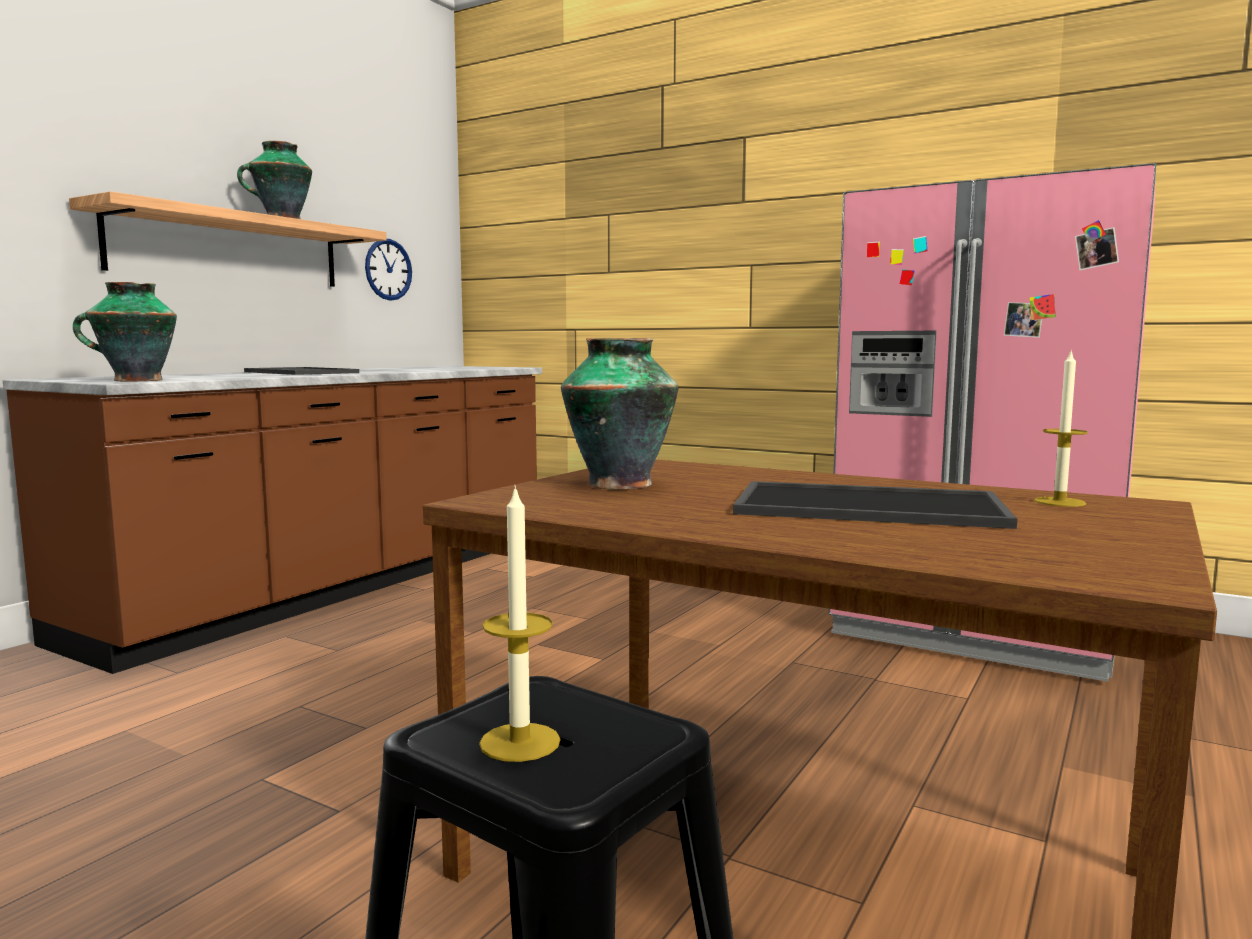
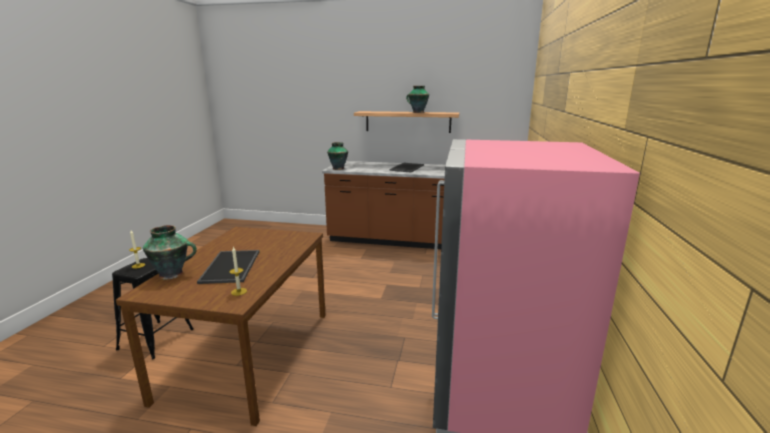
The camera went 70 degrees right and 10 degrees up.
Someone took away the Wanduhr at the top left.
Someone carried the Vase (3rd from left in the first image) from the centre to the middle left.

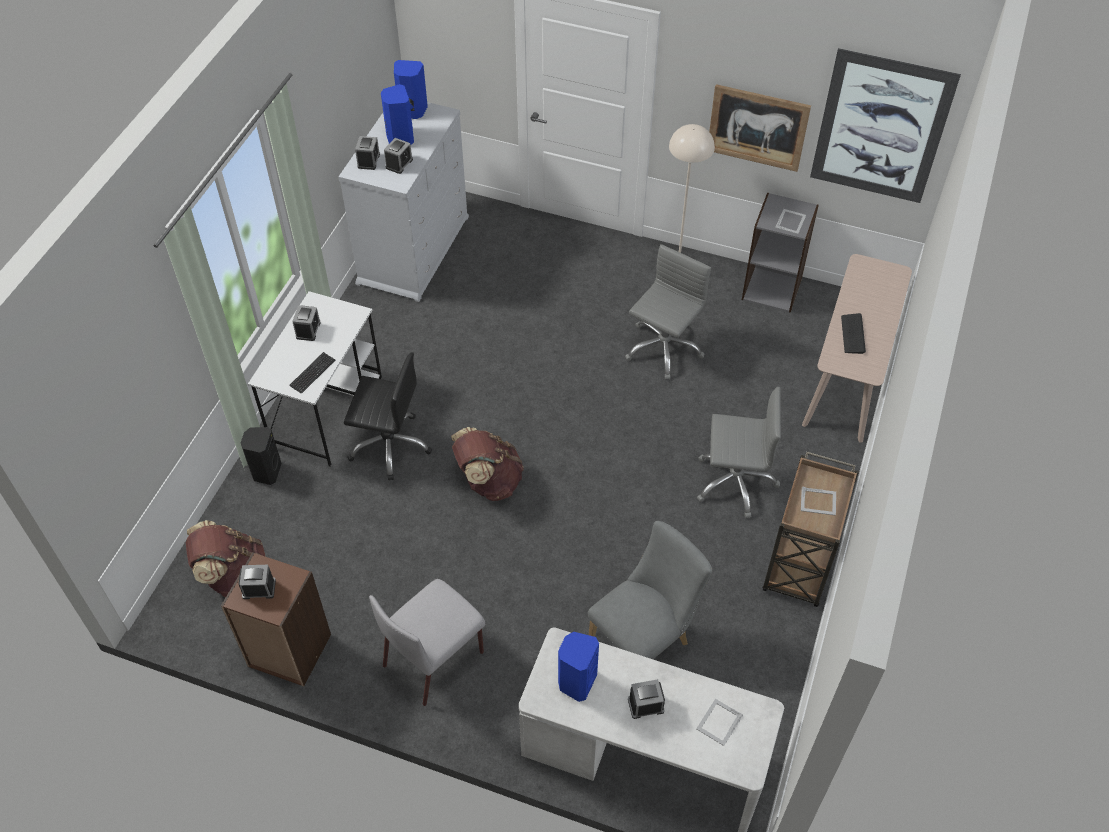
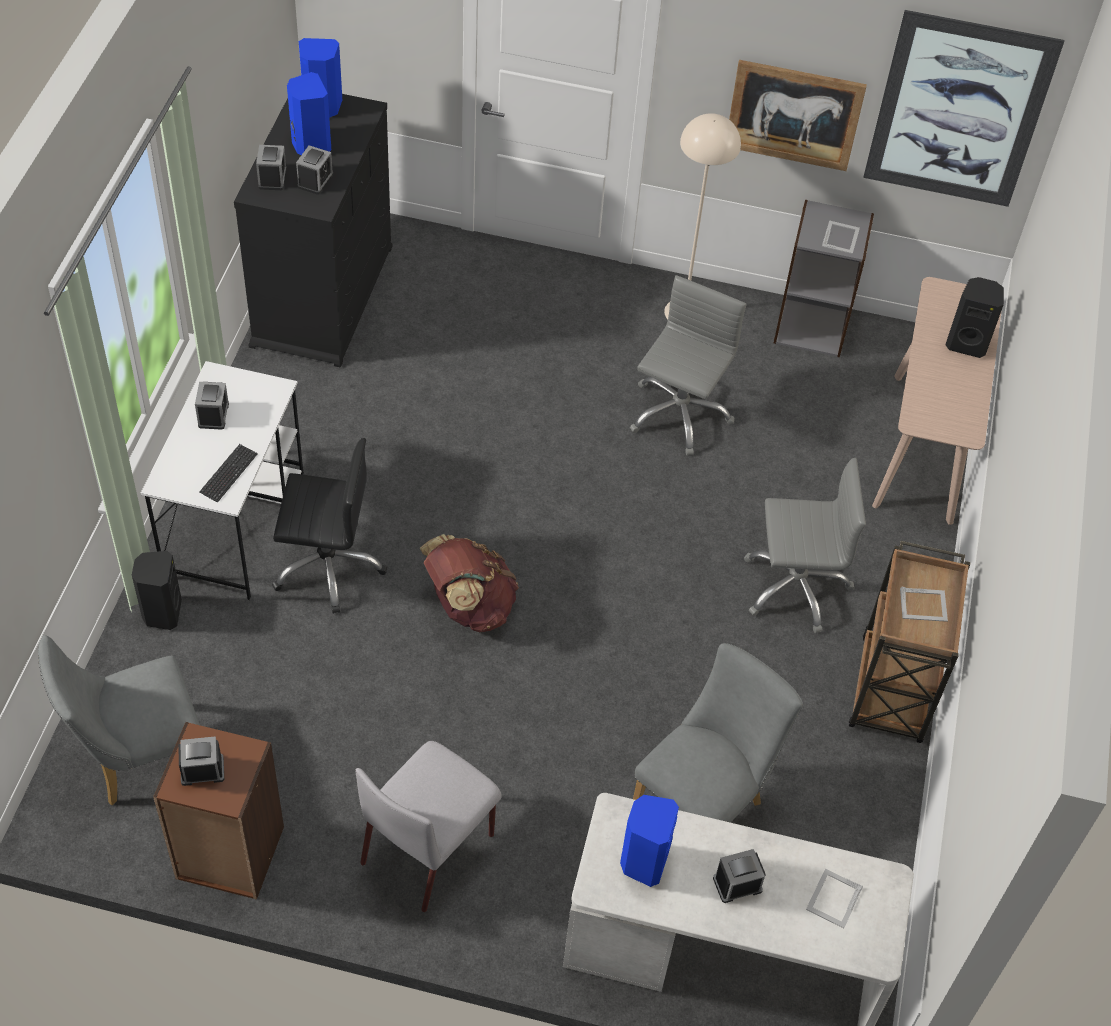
The camera went 10 degrees left and 0 degrees up.
Someone swapped the Rucksack (braun) (1st from left) at the bottom left for the Stuhl (grau) (1st from left) at the bottom left.
Someone repainted the Kommode (weiß) at the top centre, which became the Kommode (schwarz) at the top left.
Someone took away the Tastatur (2nd from left) at the middle right.
Someone put down the Lautsprecher (schwarz) (2nd from left) at the top right.

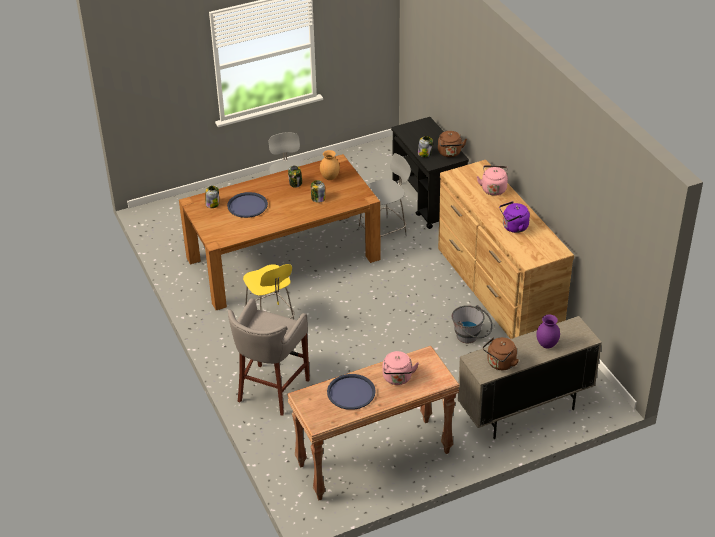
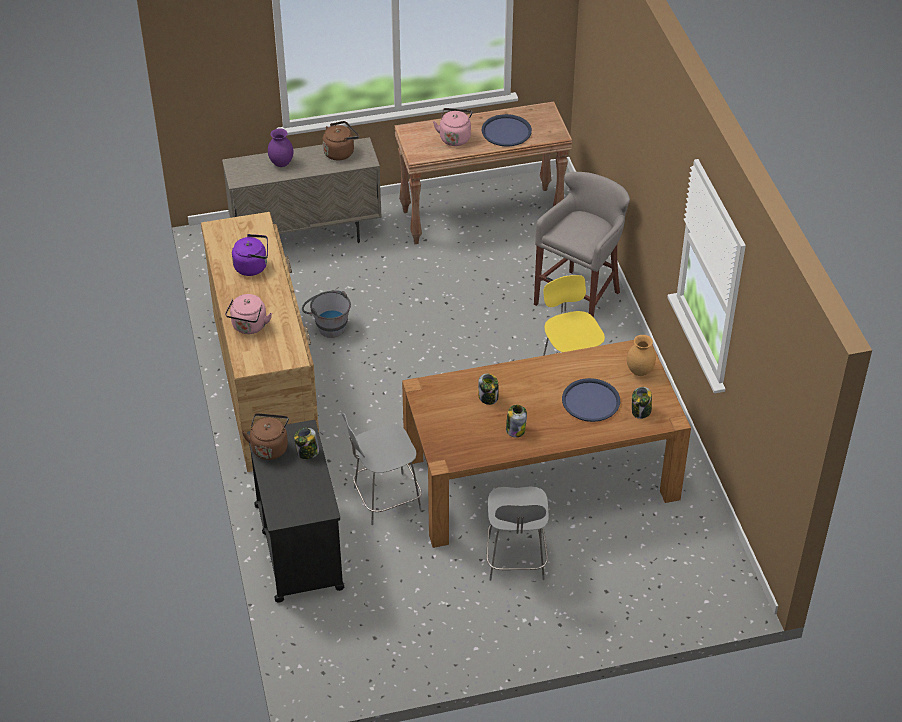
The camera went 170 degrees left and 5 degrees up.
Someone carried the Vase (braun) from the top centre to the middle right.

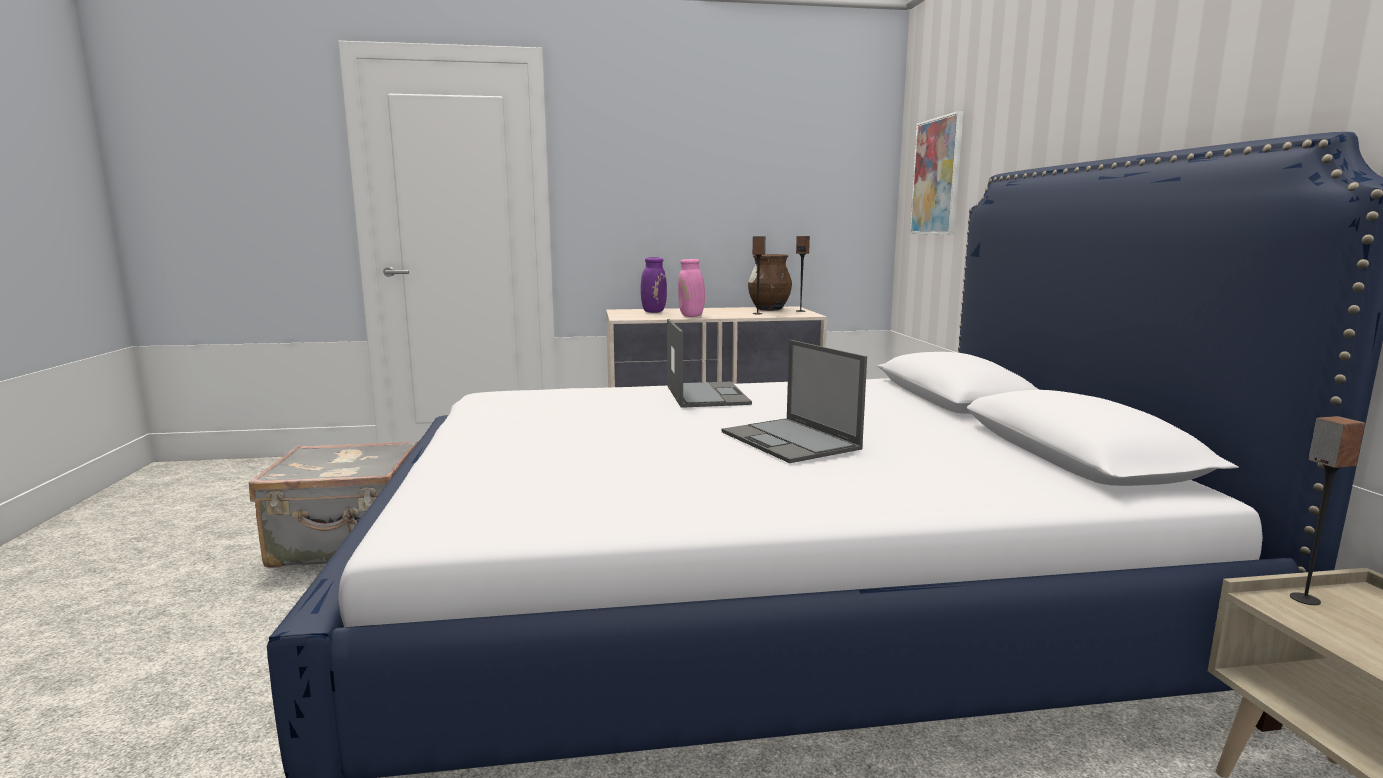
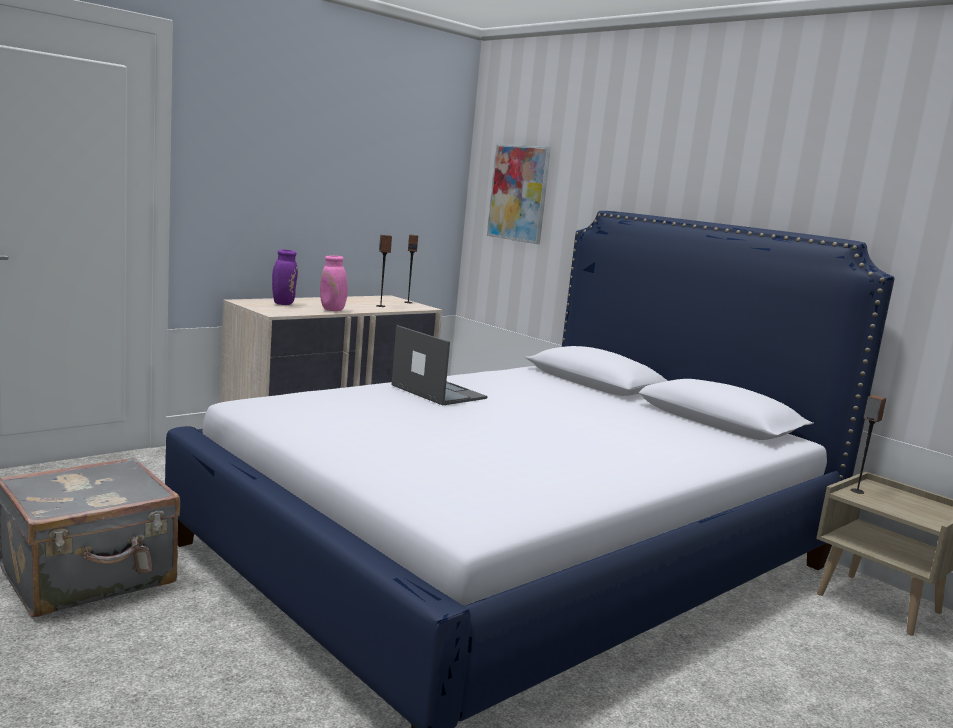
The camera went 35 degrees left and 0 degrees up.
Someone took away the Laptop (2nd from left) at the centre.
Someone took away the Vase (braun) at the centre.

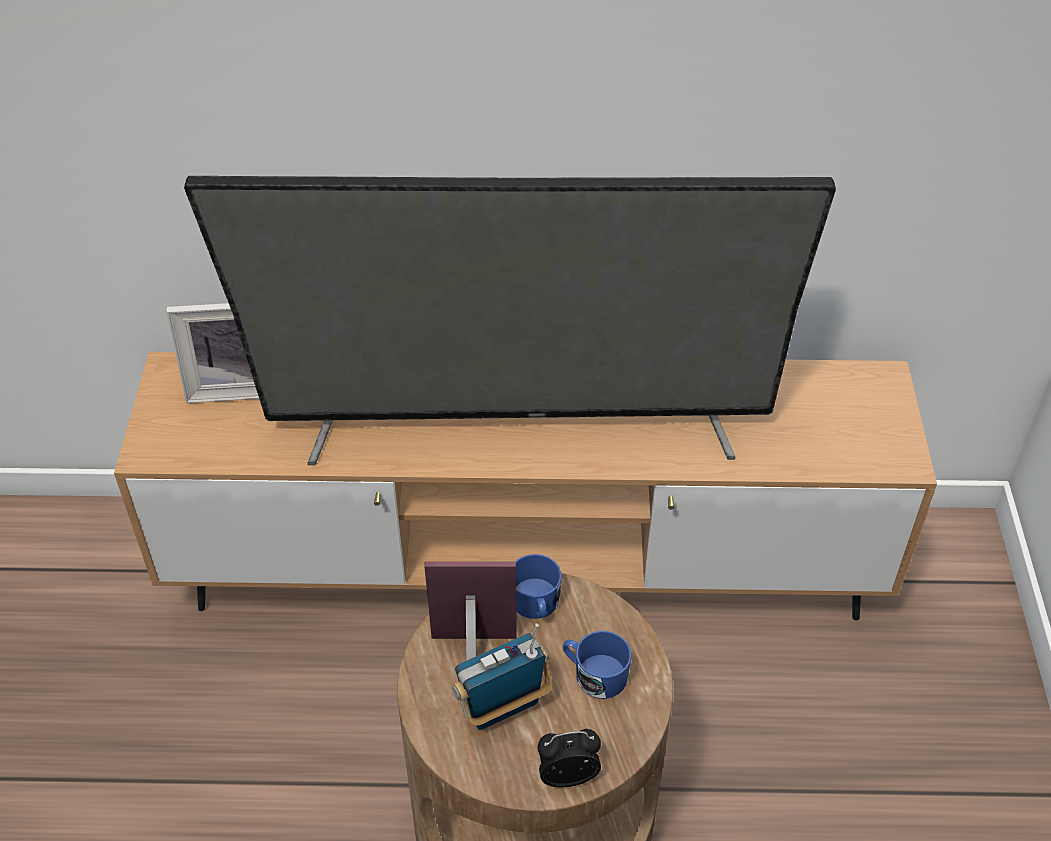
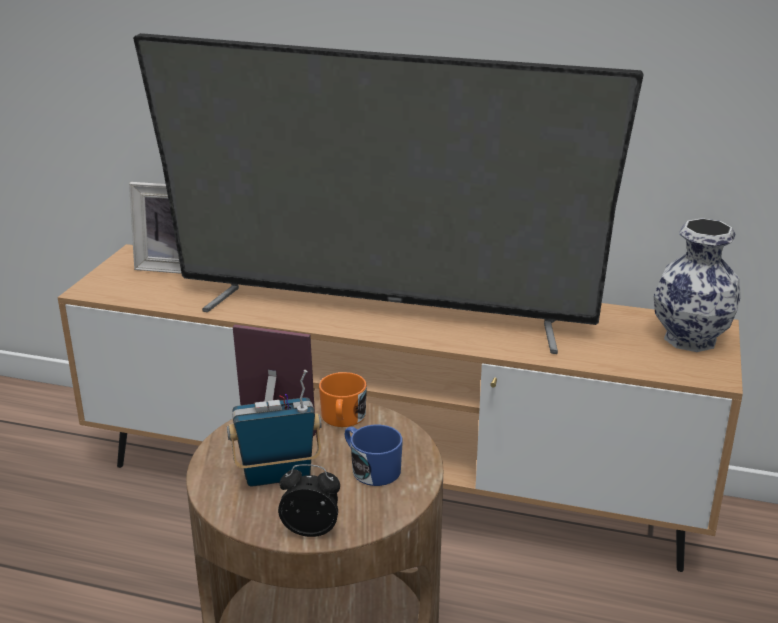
The camera went 15 degrees right and 20 degrees down.
Someone repainted the Henkelbecher (blau) (1st from left) at the bottom centre, which became the Henkelbecher (orange) at the centre.
Someone put down the Vase at the middle right.

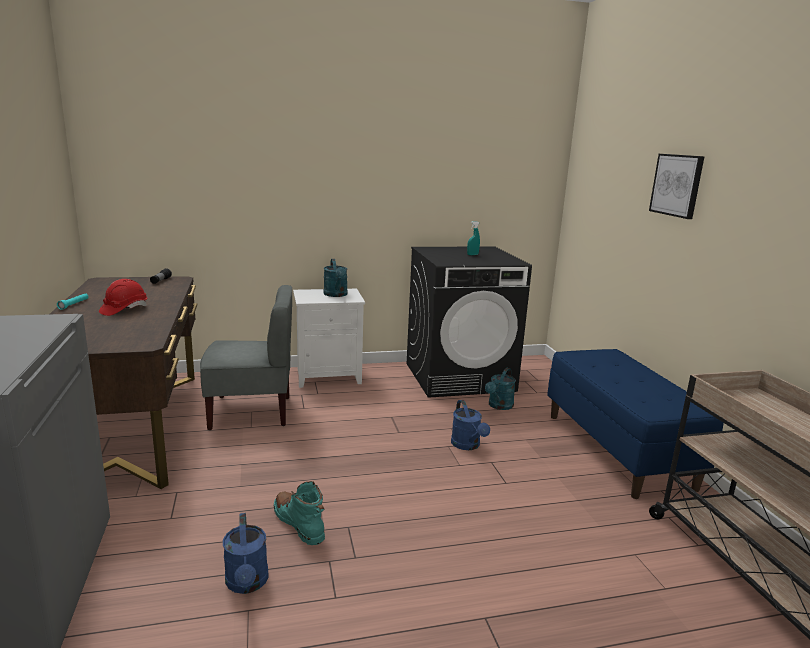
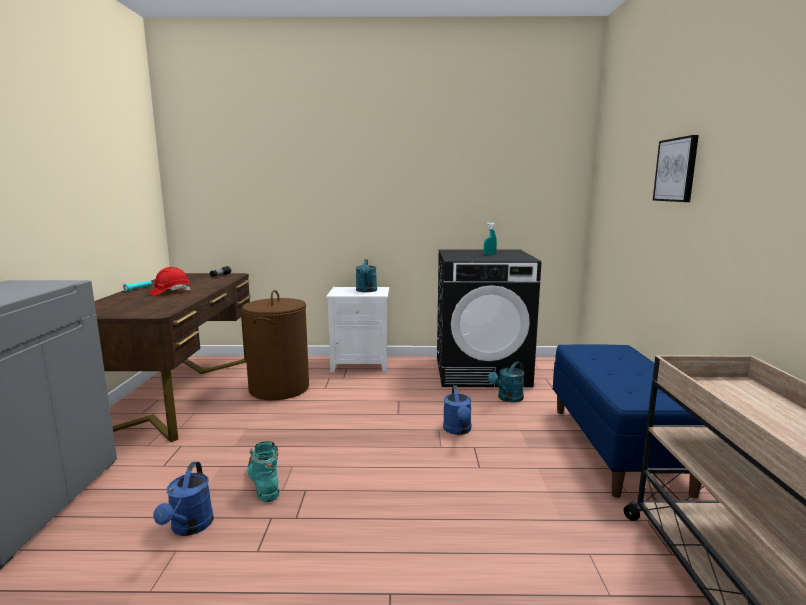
The camera went 15 degrees right and 5 degrees down.
Someone swapped the Stuhl (grau) at the middle left for the Wäschekorb (braun) at the centre.

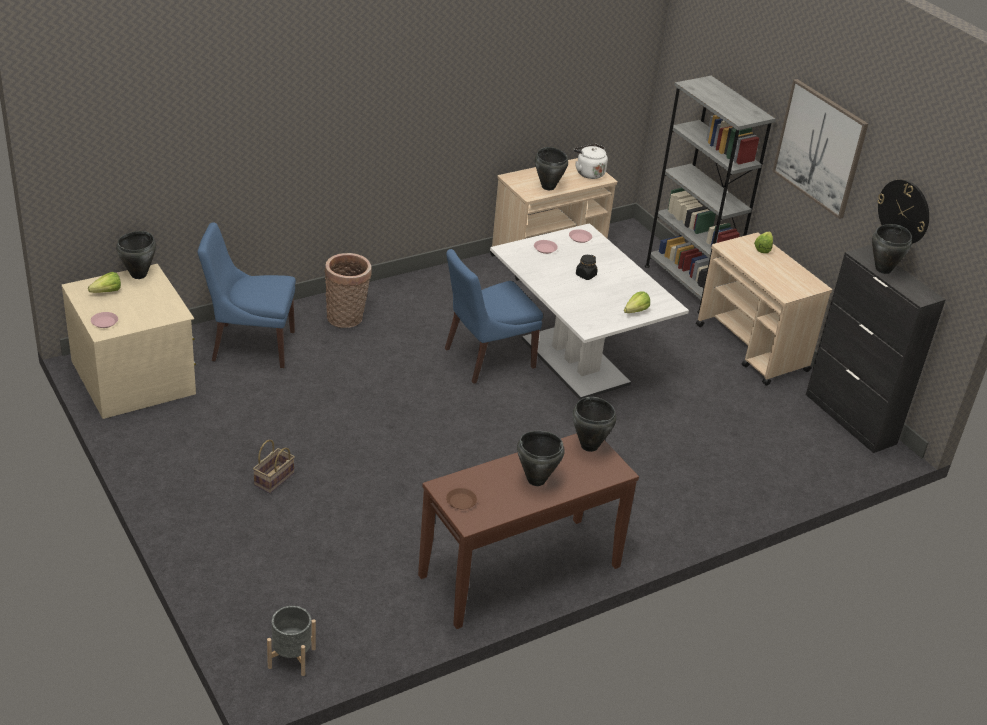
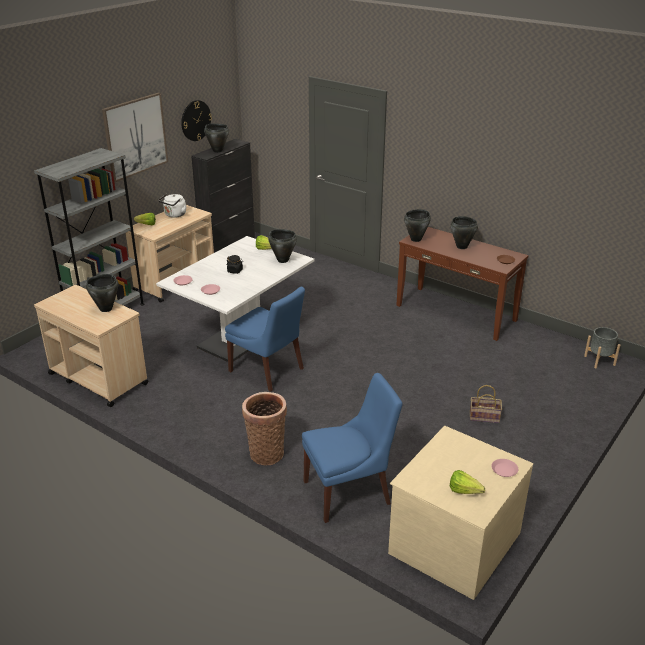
The camera went 110 degrees left and 5 degrees down.
Someone carried the Kochtopf (schwarz) (1st from left in the first image) from the middle left to the centre.
Someone rotated the Stuhl (blau) (1st from left in the first image) at the middle left by 90 degrees counterclockwise.
Someone carried the Wasserkessel (weiß) from the top centre to the top left.

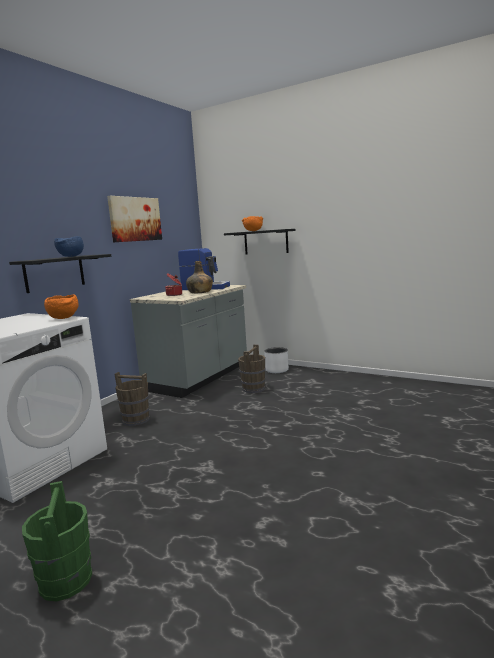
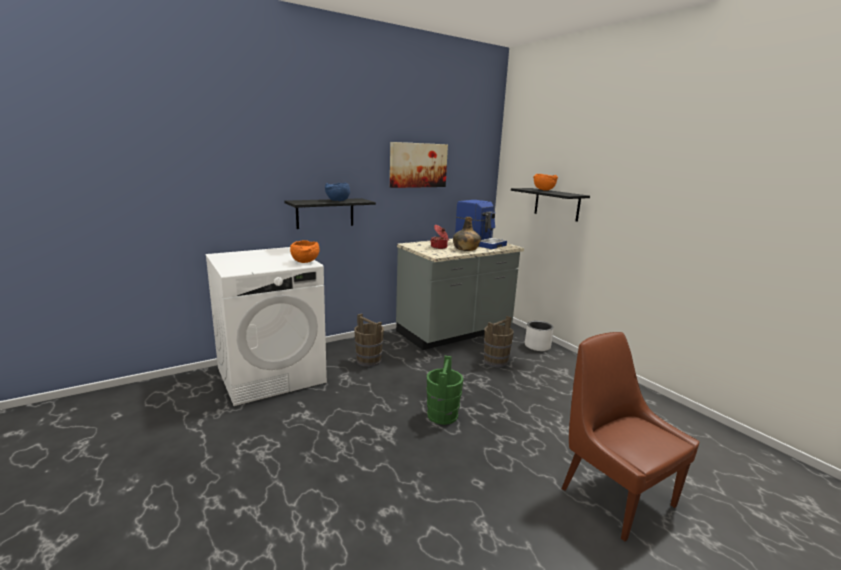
The camera went 25 degrees right and 5 degrees up.
Someone carried the Eimer (grün) from the bottom left to the bottom centre.
Someone put down the Stuhl (braun) at the bottom right.

